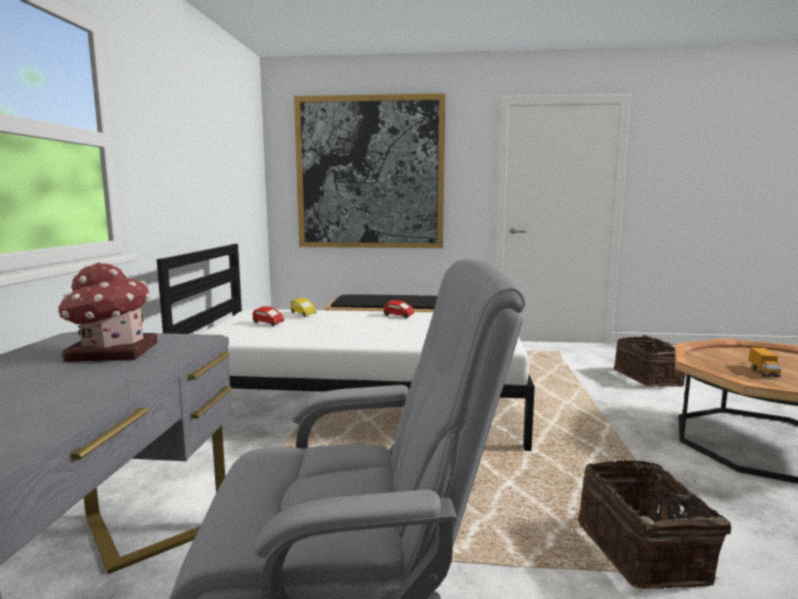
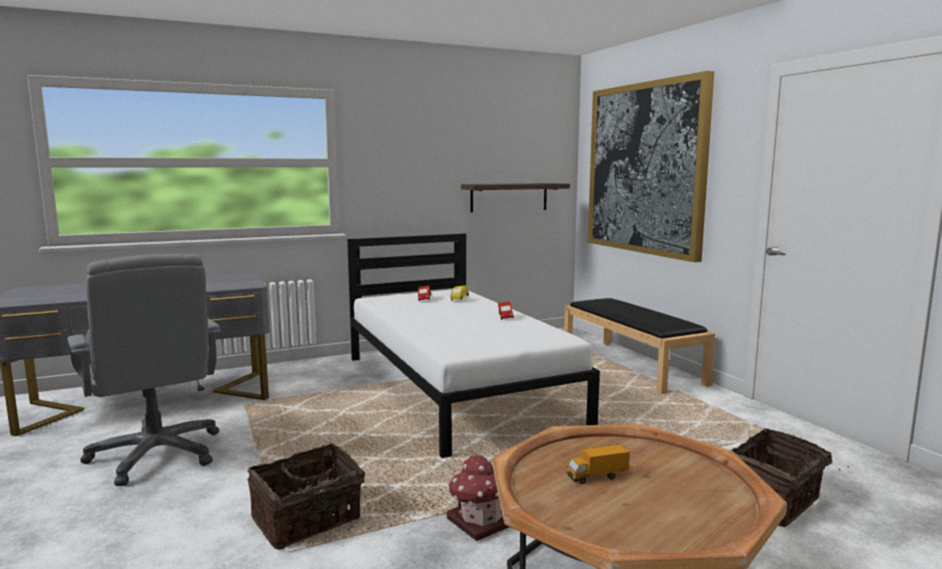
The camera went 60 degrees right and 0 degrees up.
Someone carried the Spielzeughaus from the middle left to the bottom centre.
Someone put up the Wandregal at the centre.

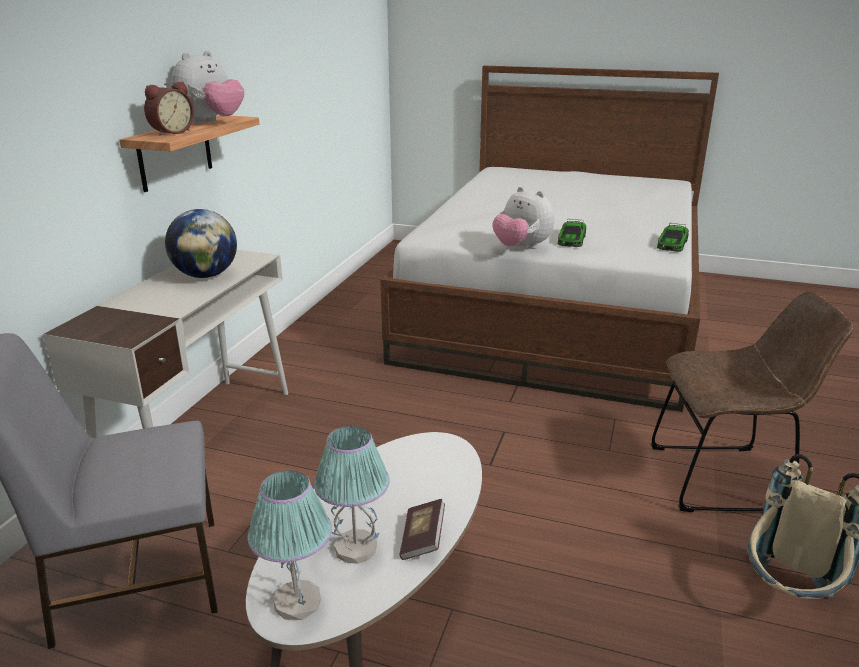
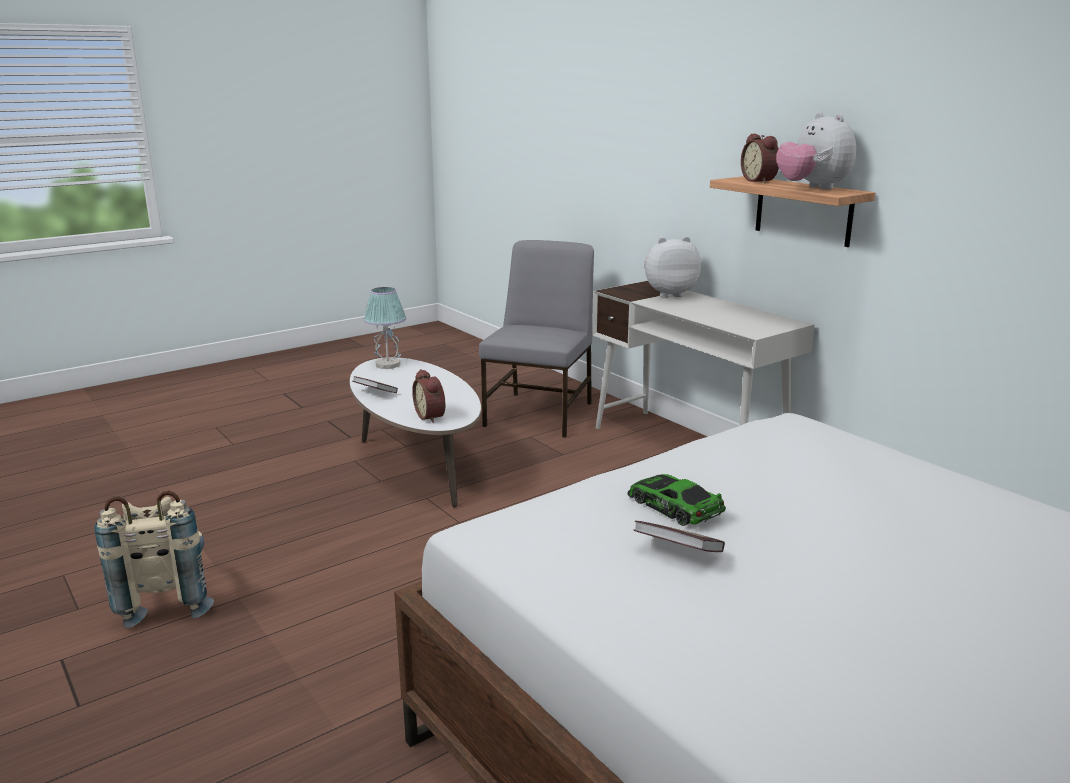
The camera went 125 degrees right and 5 degrees down.
Someone took away the Globus at the middle left.
Someone took away the Tischlampe (2nd from left) at the bottom centre.
Someone carried the Plüschtier (2nd from left in the first image) from the top centre to the centre.
Someone took away the Stuhl (braun) at the middle right.
Someone took away the Spielzeugauto (2nd from left) at the middle right.
Someone put down the Wecker (1st from left) at the centre.
Someone put down the Buch (2nd from left) at the bottom centre.

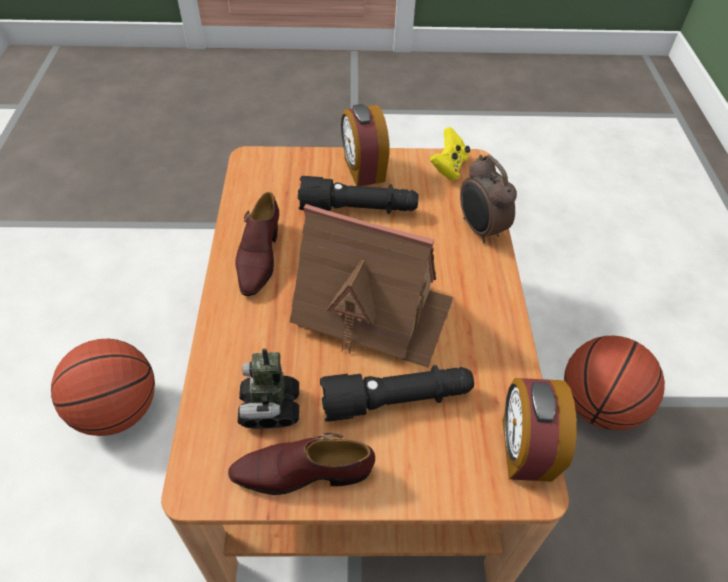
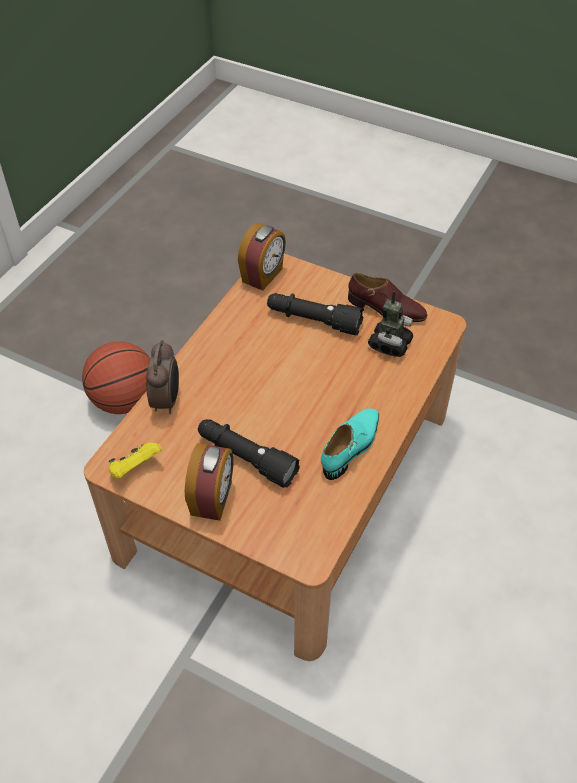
The camera went 150 degrees left and 0 degrees up.
Someone took away the Basketball (1st from left) at the middle left.
Someone repainted the Schuh (braun) (1st from left) at the centre, which became the Schuh (türkis) at the centre.
Someone took away the Spielzeughaus at the centre.

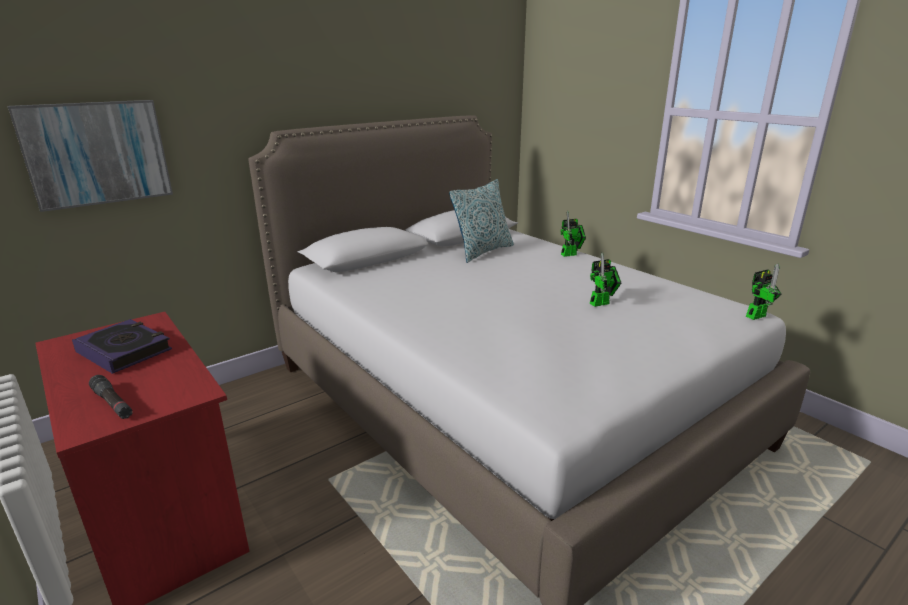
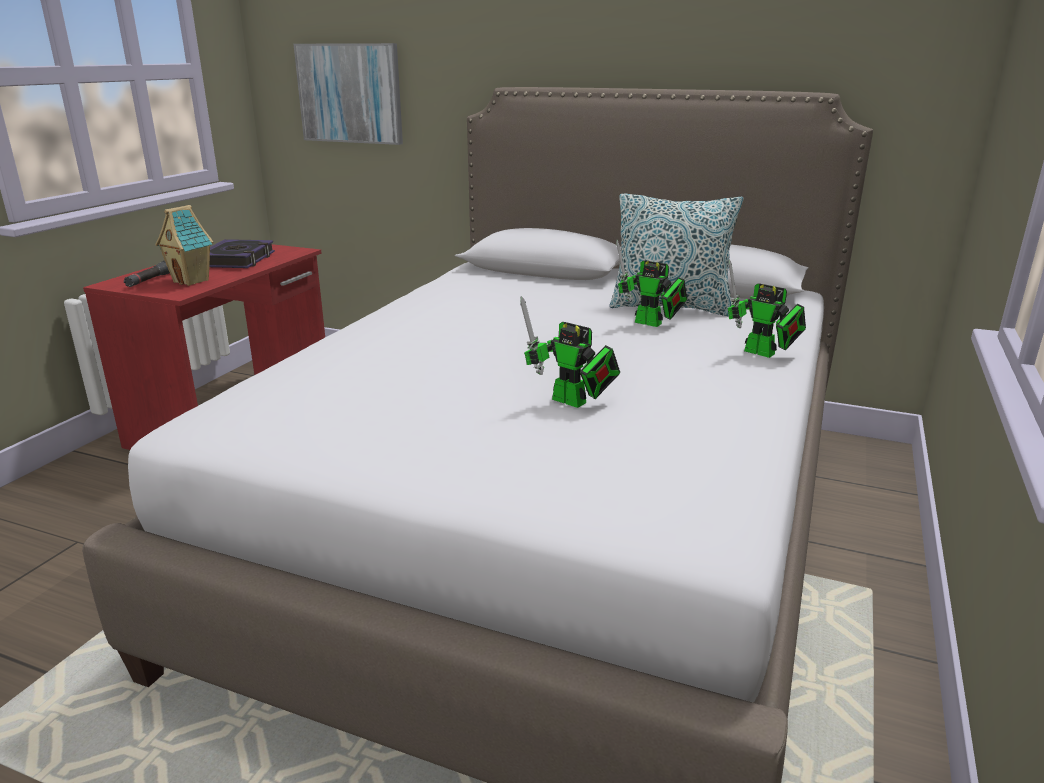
The camera went 60 degrees right and 0 degrees up.
Someone carried the Spielzeugroboter (3rd from left in the first image) from the middle right to the centre.
Someone put down the Spielzeughaus at the top left.

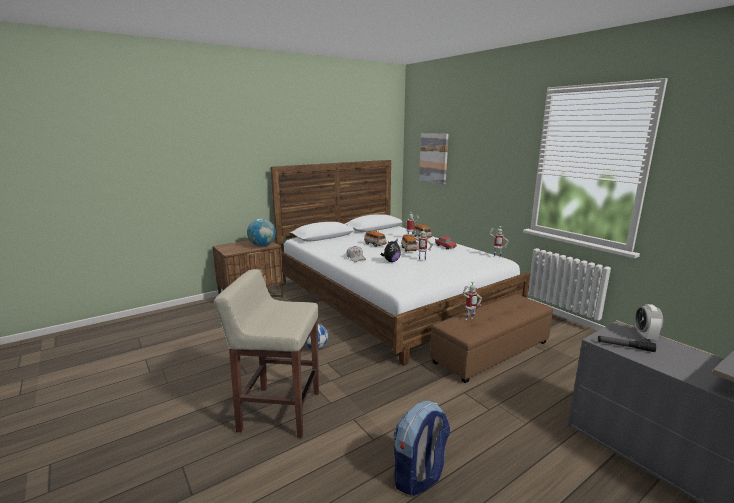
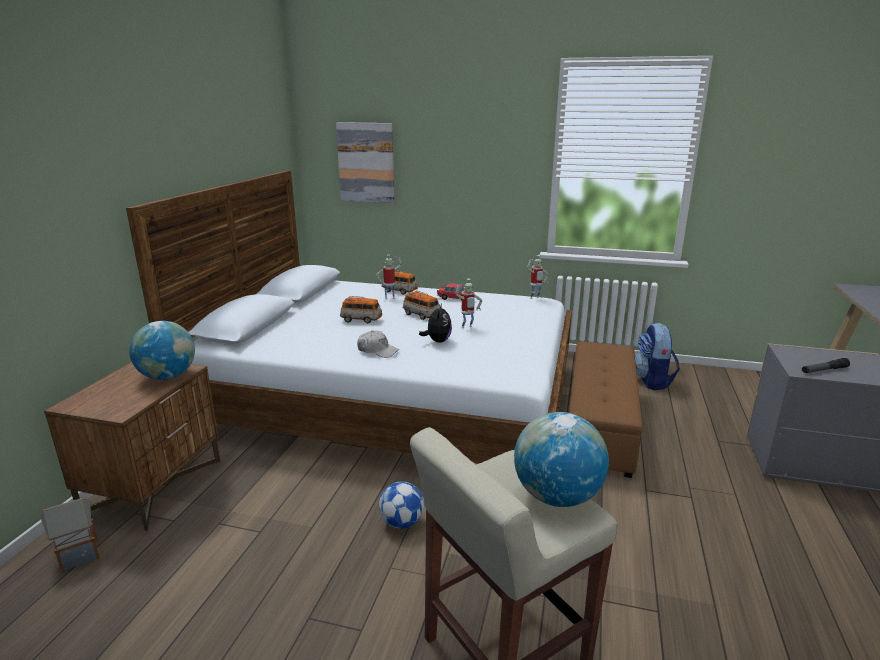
The camera went 40 degrees left and 5 degrees up.
Someone carried the Rucksack from the bottom centre to the middle right.
Someone took away the Spielzeugroboter (3rd from left) at the centre.
Someone took away the Wecker at the middle right.
Someone put down the Spielzeughaus at the bottom left.
Someone put down the Globus (2nd from left) at the bottom centre.

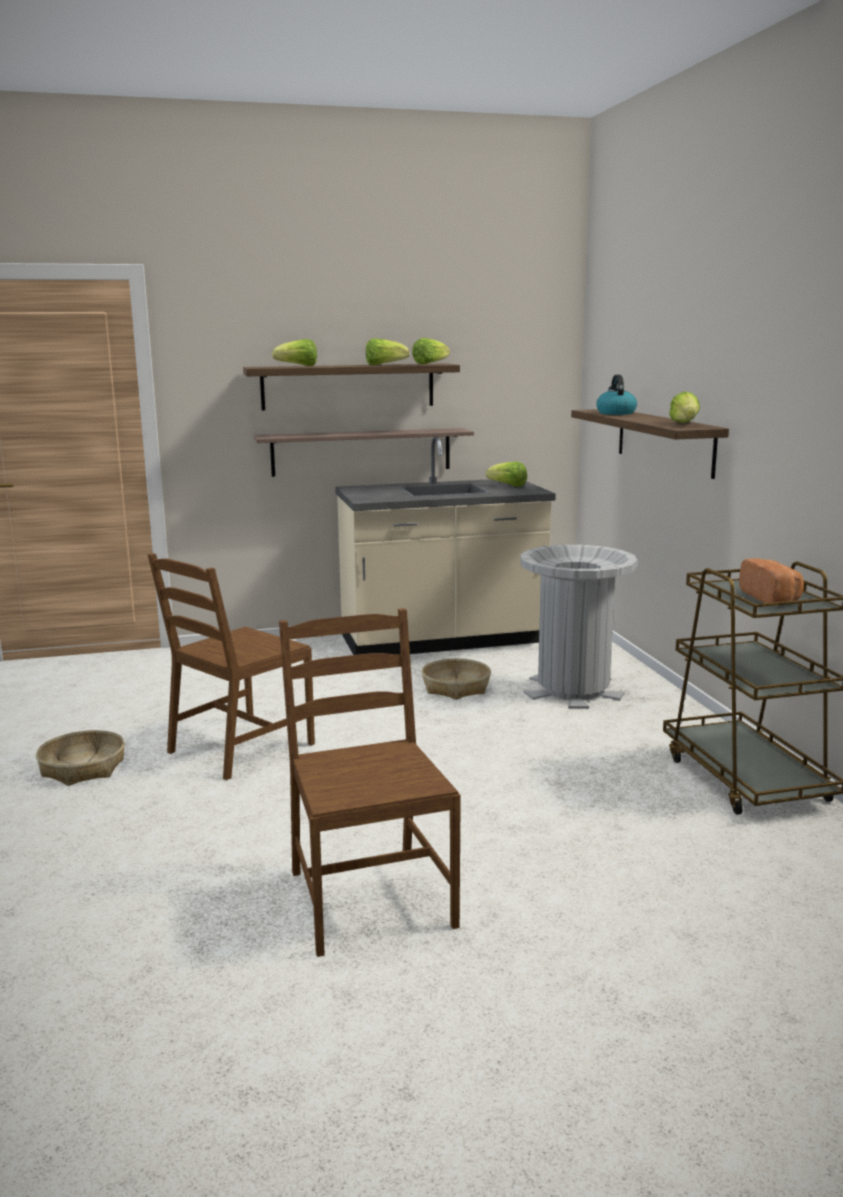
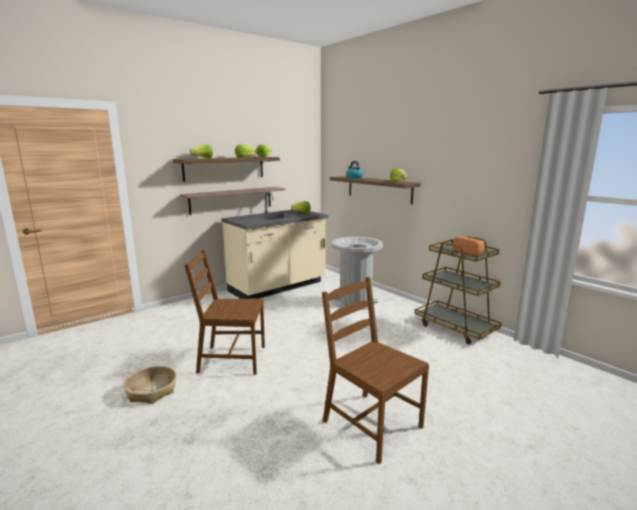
The camera went 25 degrees left and 0 degrees up.
Someone rotated the Stuhl (braun) (1st from left) at the middle left by 75 degrees clockwise.
Someone took away the Korb (2nd from left) at the centre.

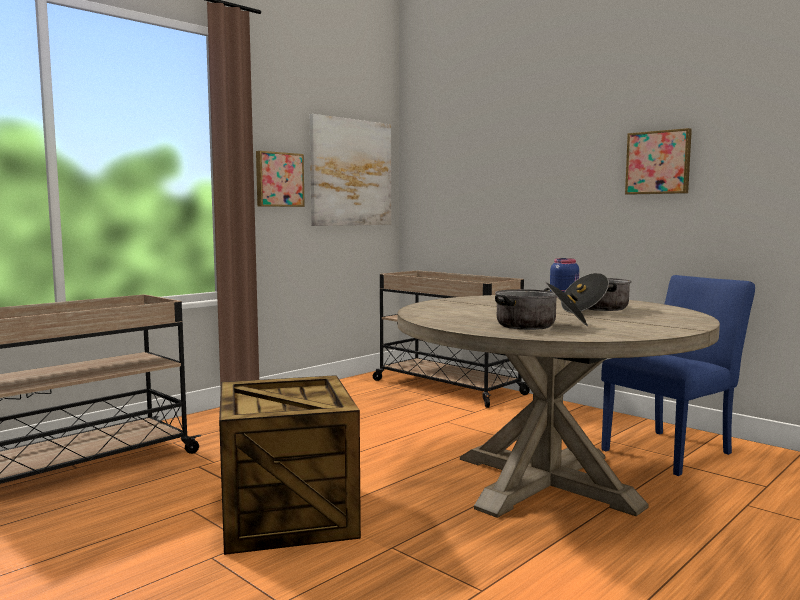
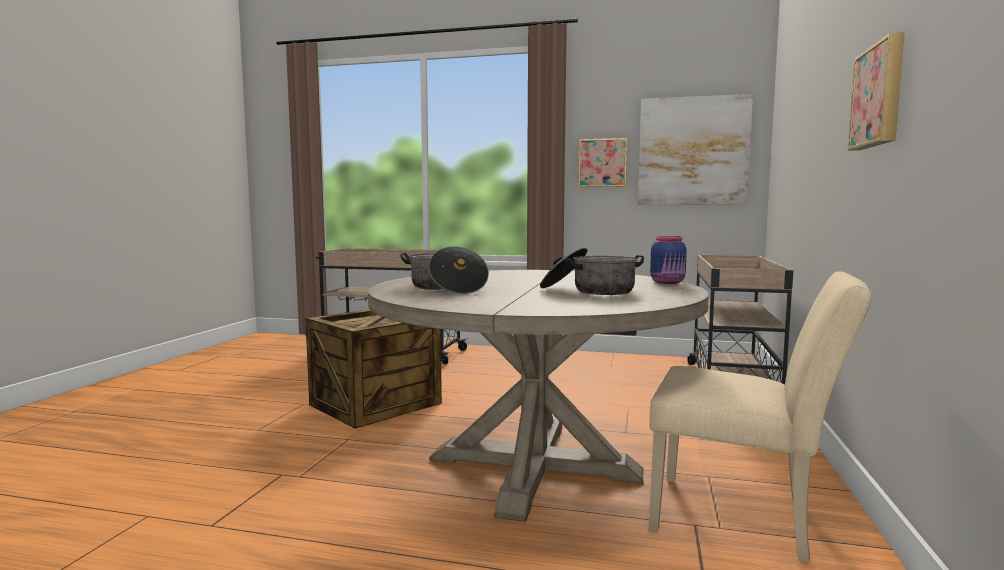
The camera went 60 degrees right and 0 degrees up.
Someone repainted the Stuhl (blau) at the middle right, which became the Stuhl (beige) at the bottom right.

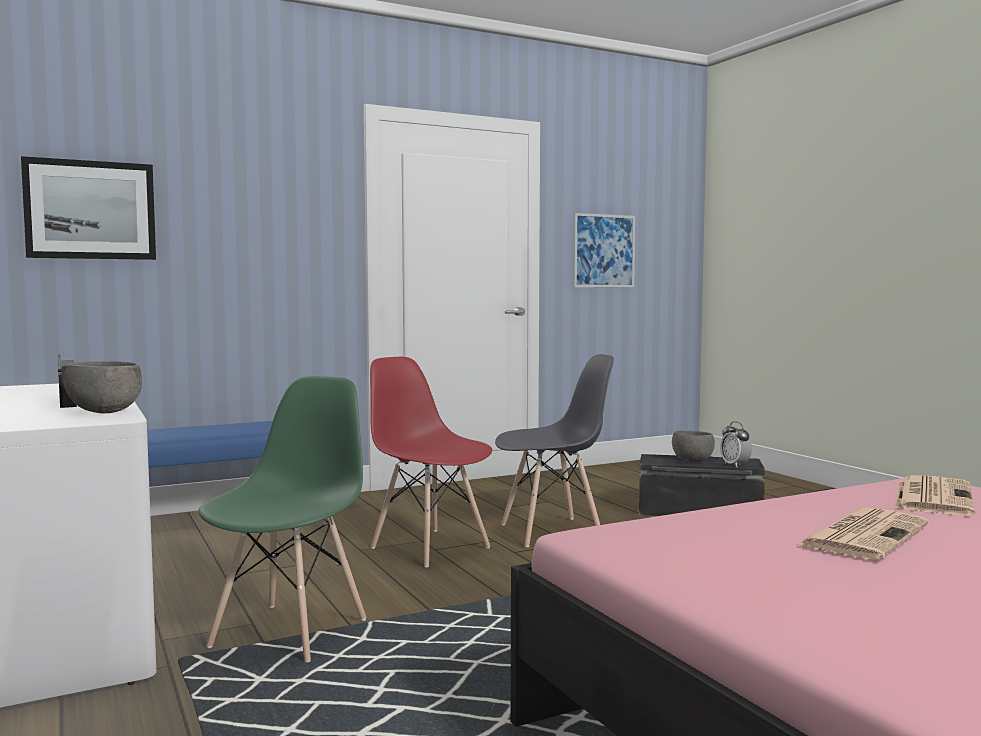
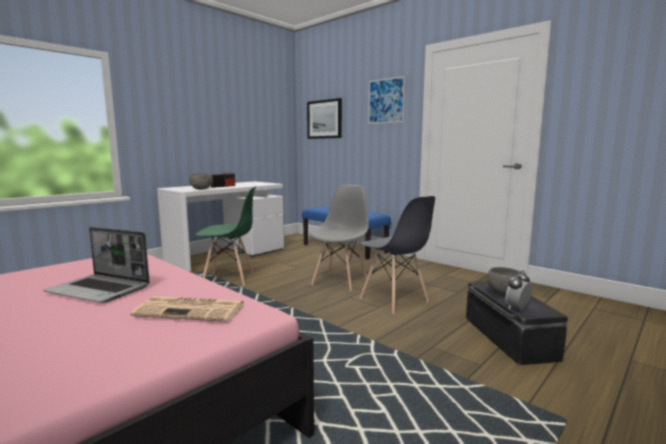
The camera went 70 degrees right and 5 degrees up.
Someone repainted the Stuhl (rot) at the centre, which became the Stuhl (grau) (1st from left) at the centre.
Someone carried the Bild (2nd from left) from the centre to the top centre.
Someone swapped the Zeitung (1st from left) at the bottom right for the Laptop at the middle left.

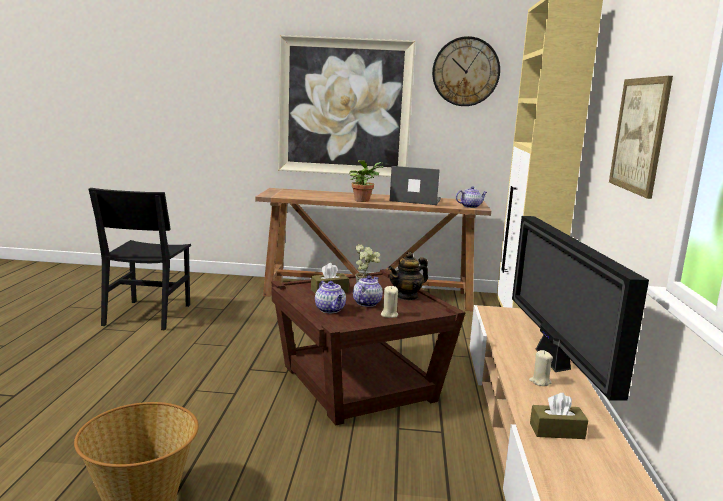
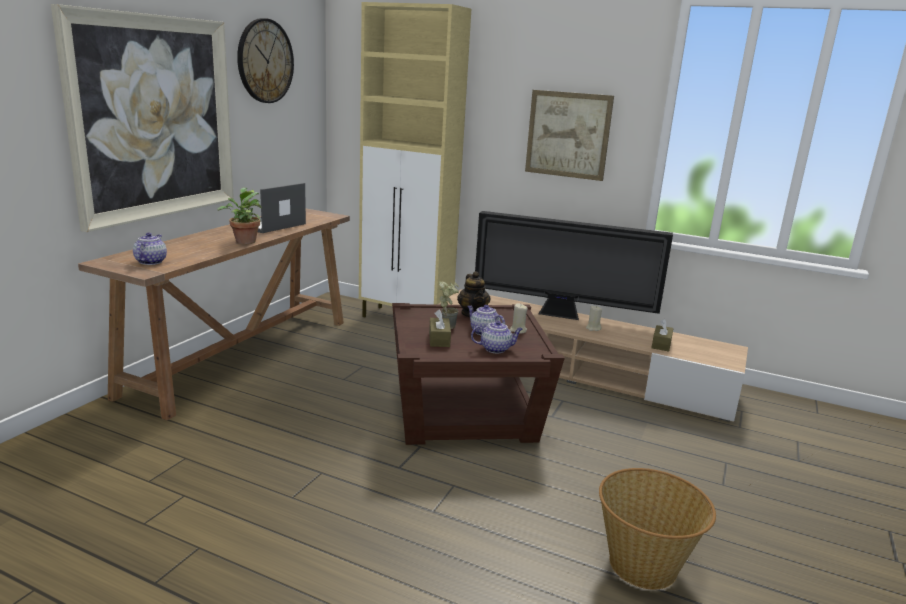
The camera went 70 degrees left and 5 degrees up.
Someone took away the Stuhl (schwarz) at the middle left.
Someone carried the Teekanne (4th from left in the first image) from the centre to the middle left.

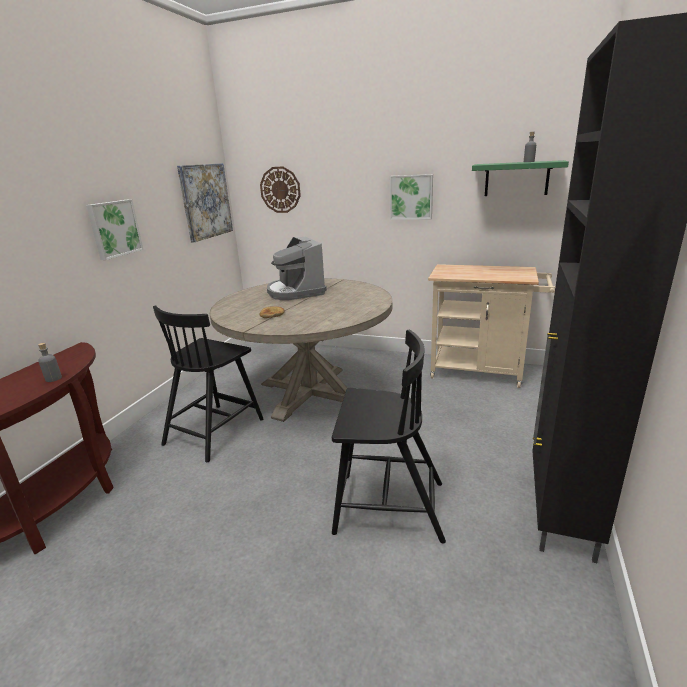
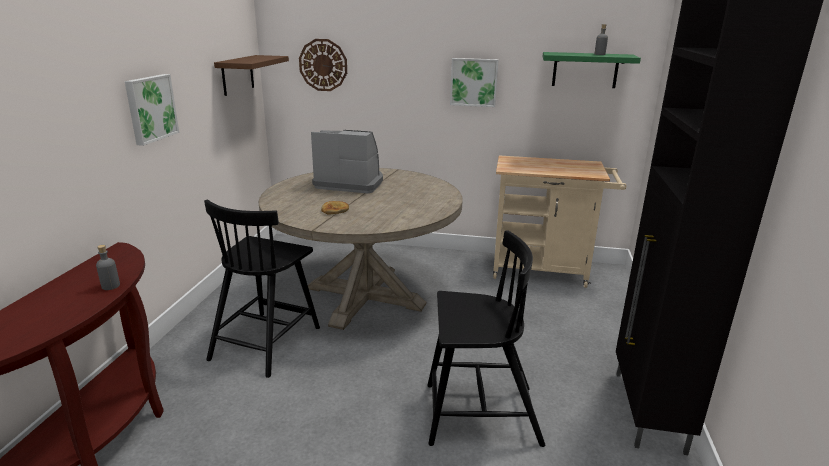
The camera went 10 degrees left and 0 degrees up.
Someone swapped the Bild (2nd from left) at the top left for the Wandregal (braun) at the top left.
Someone rotated the Kaffeemaschine at the centre by 135 degrees clockwise.

